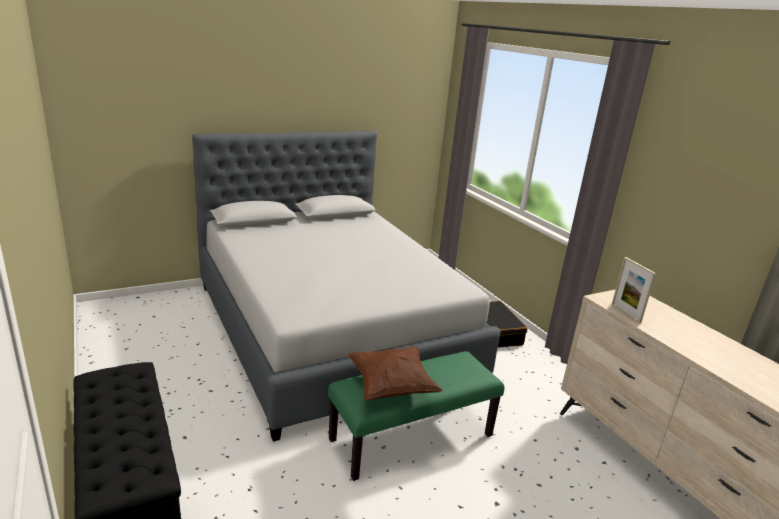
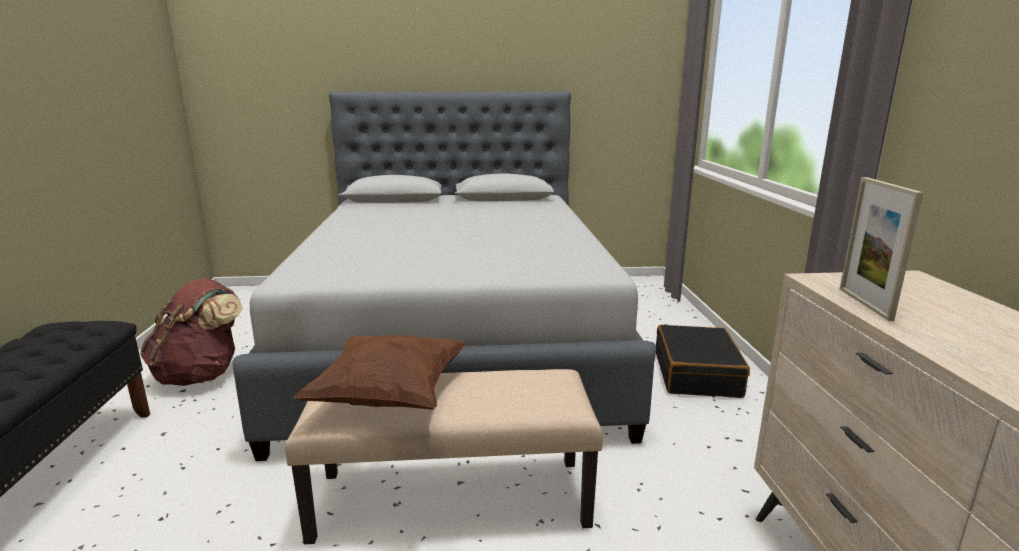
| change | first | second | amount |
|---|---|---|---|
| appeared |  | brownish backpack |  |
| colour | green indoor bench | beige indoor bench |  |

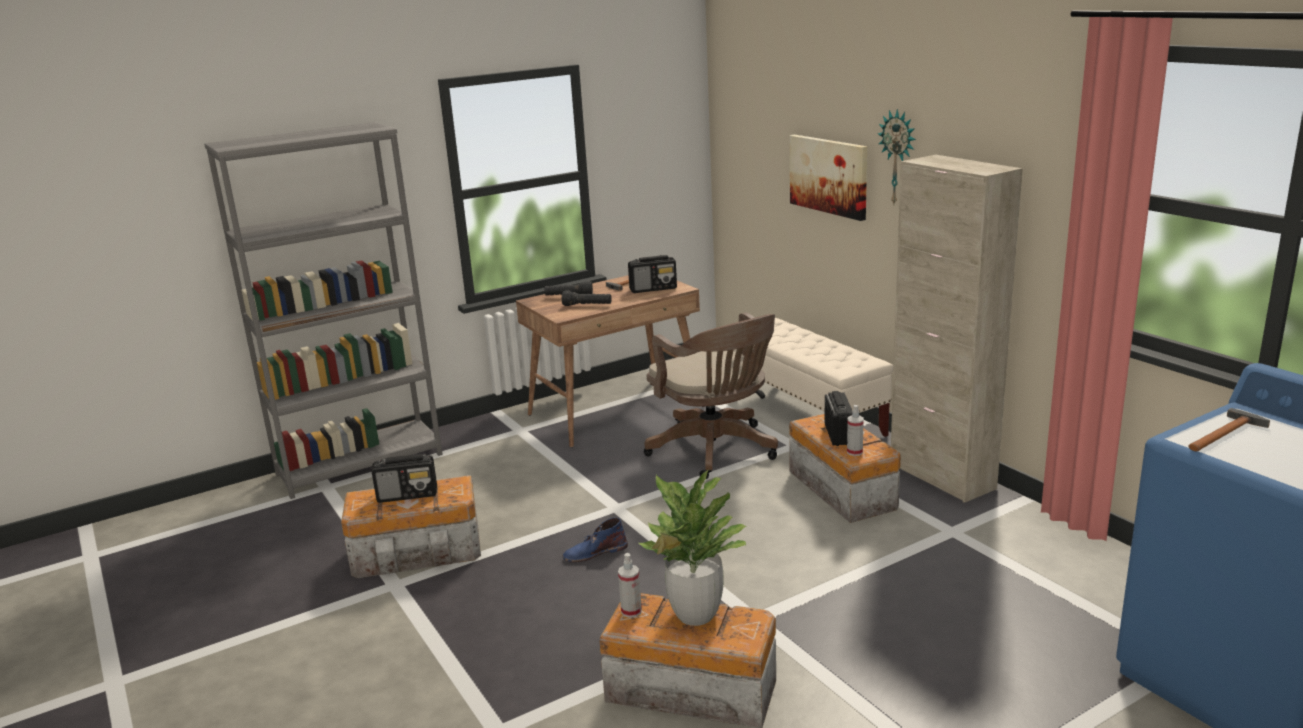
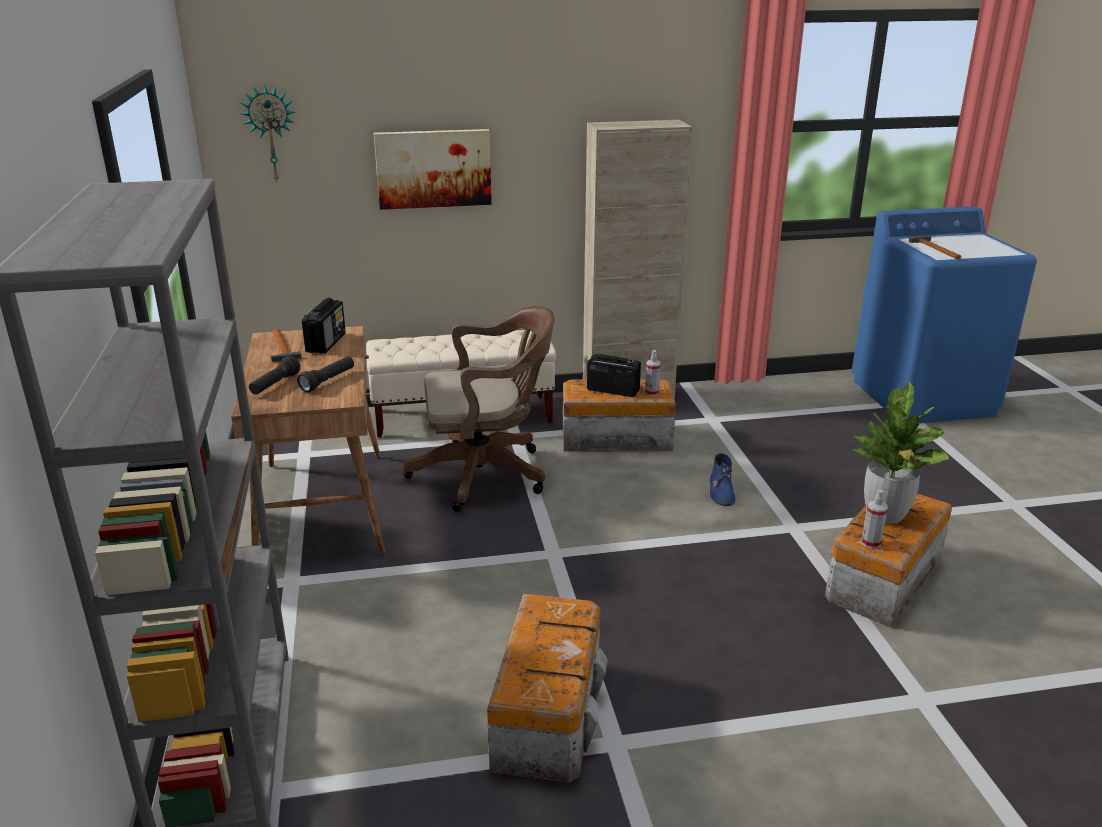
| change | first | second | amount |
|---|---|---|---|
| relocated | hanging clock |  |  |
| relocated | blue boot |  |  |
| missing | radio set (no. 1 from left) |  |  |

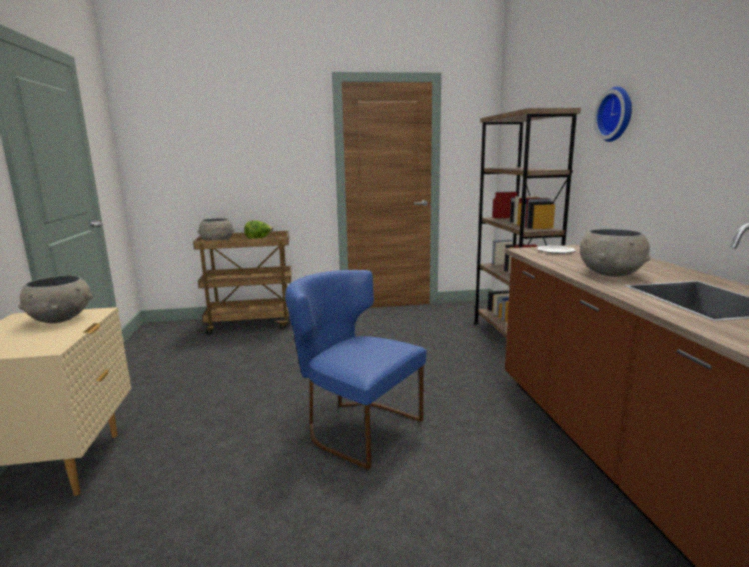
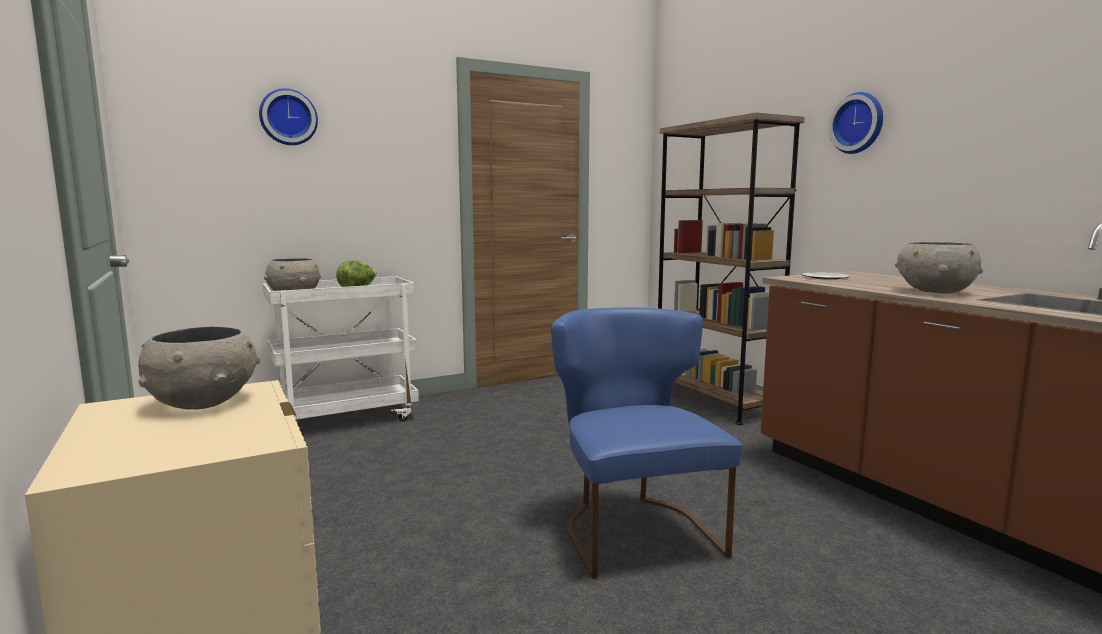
| change | first | second | amount |
|---|---|---|---|
| appeared |  | hanging clock (no. 1 from left) |  |
| colour | brownish cart | white-coloured cart |  |
| spun | blue plain chair |  | 60 degrees clockwise |

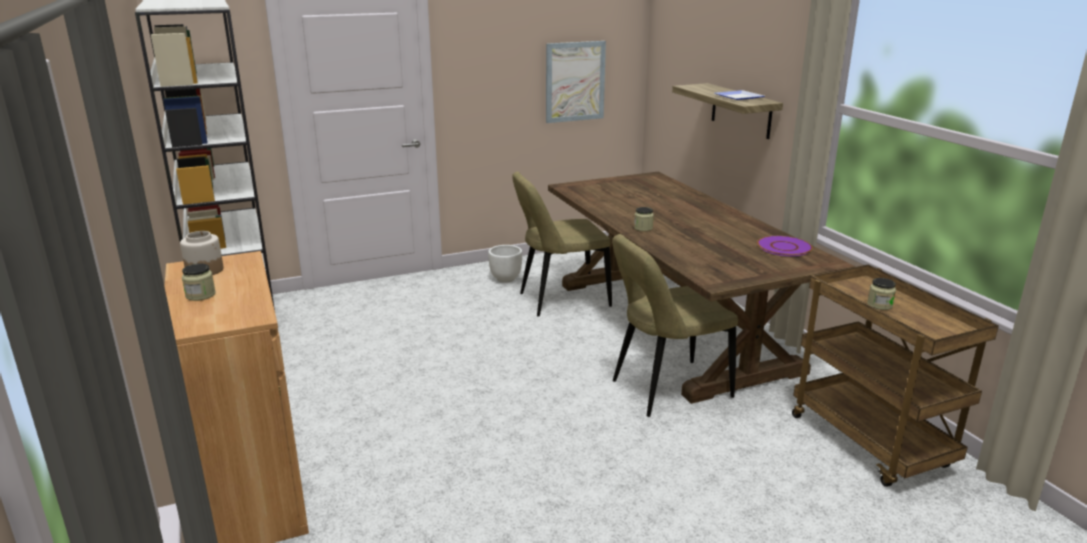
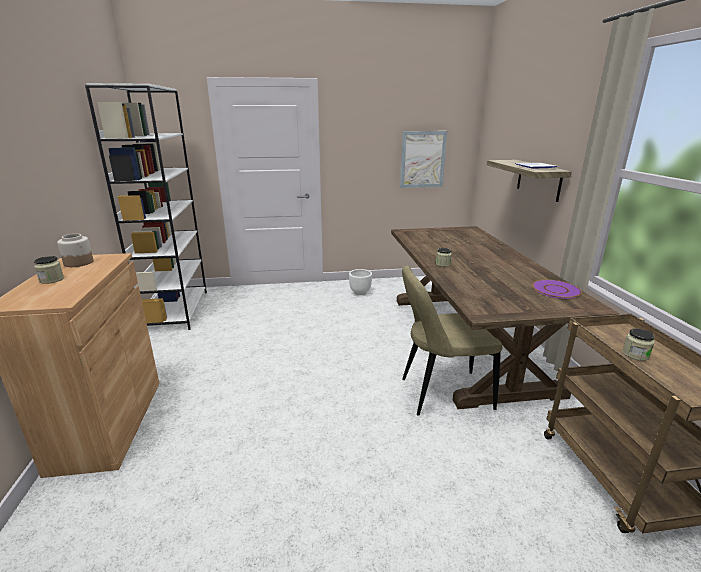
| change | first | second | amount |
|---|---|---|---|
| missing | beige plain chair (no. 1 from left) |  |  |

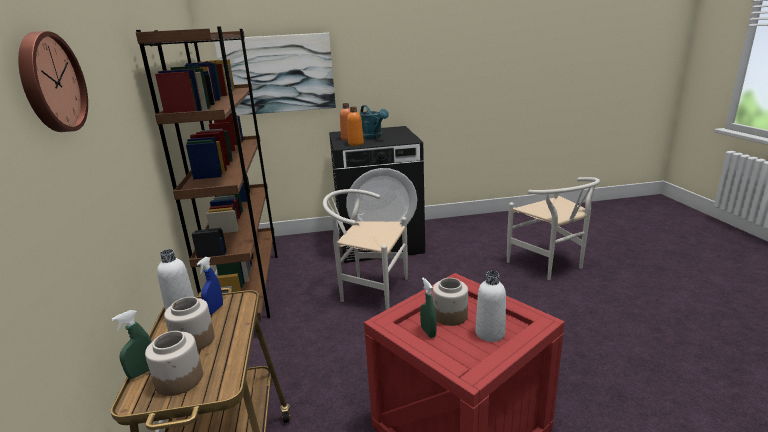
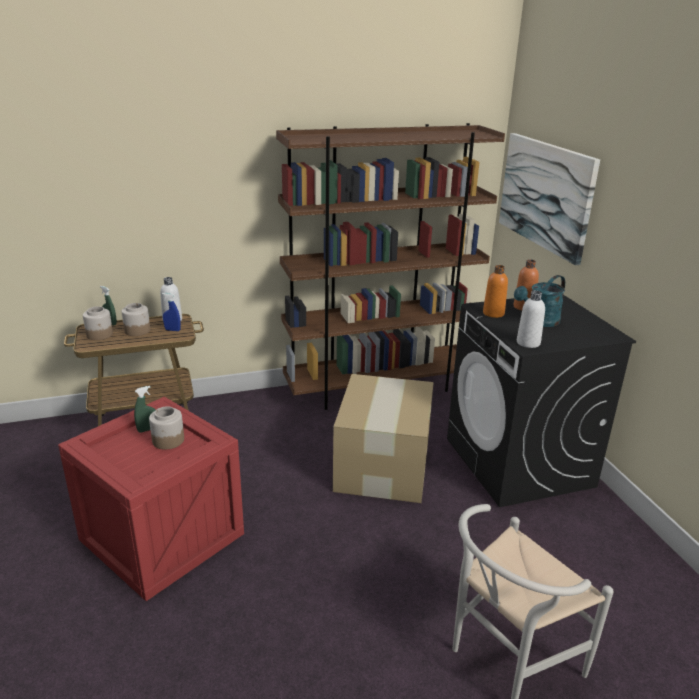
| change | first | second | amount |
|---|---|---|---|
| exchanged | white-coloured plain chair (no. 1 from left) | carton |  |
| relocated | white-coloured drink bottle (no. 2 from left) |  |  |
| missing | hanging clock |  |  |

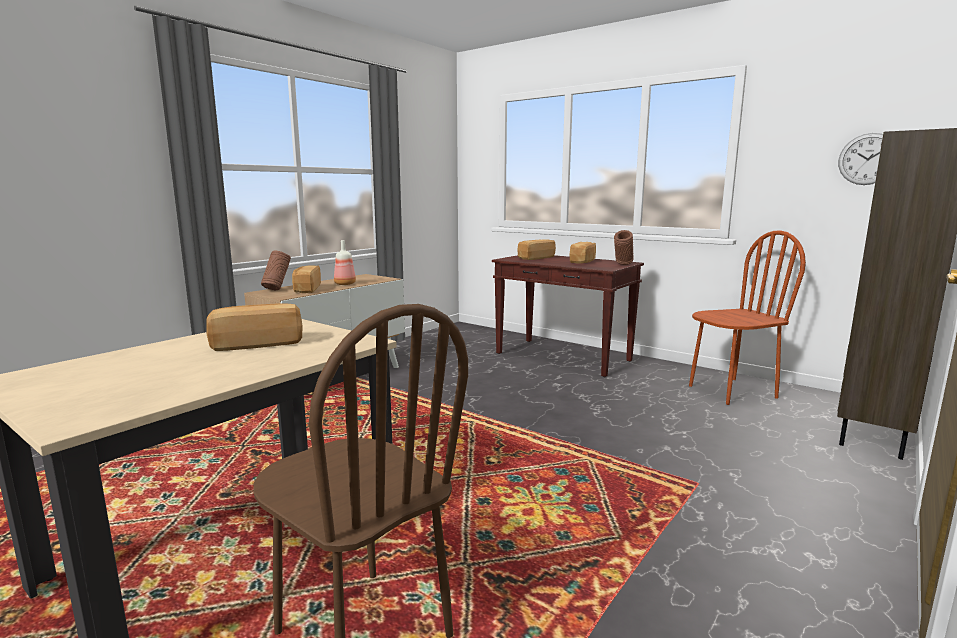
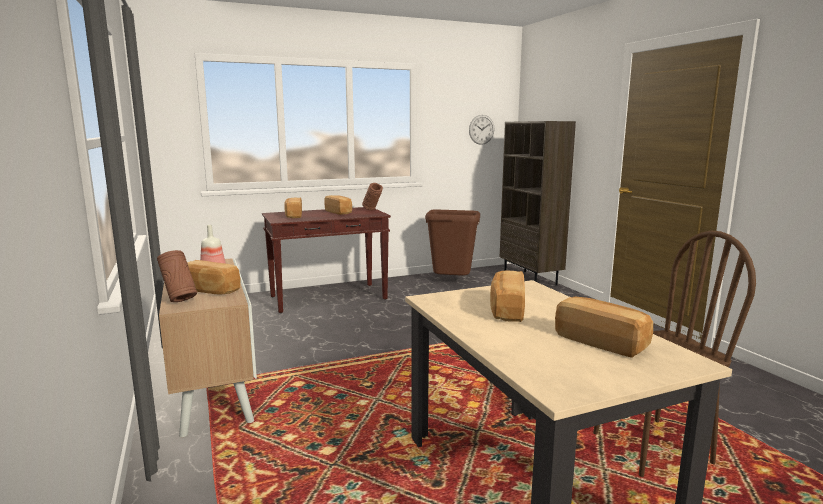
| change | first | second | amount |
|---|---|---|---|
| exchanged | brownish plain chair (no. 2 from left) | brownish rubbish bin |  |
| appeared |  | bakery bread (no. 5 from left) |  |

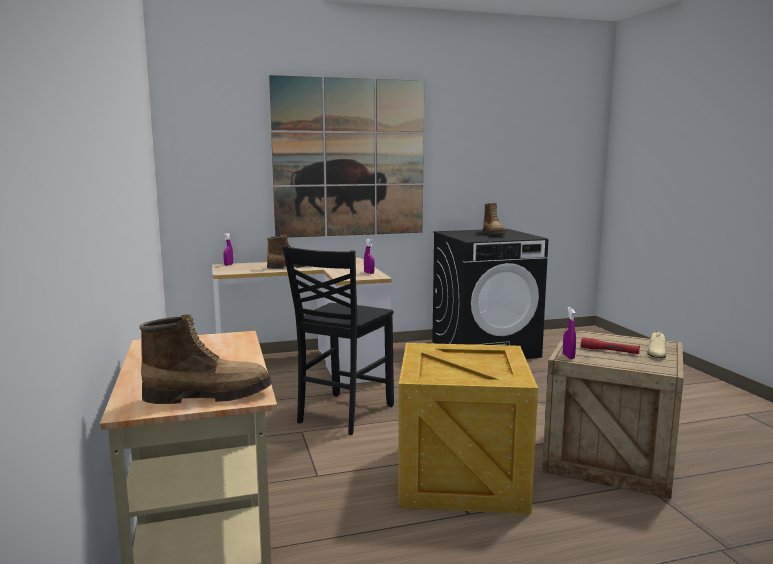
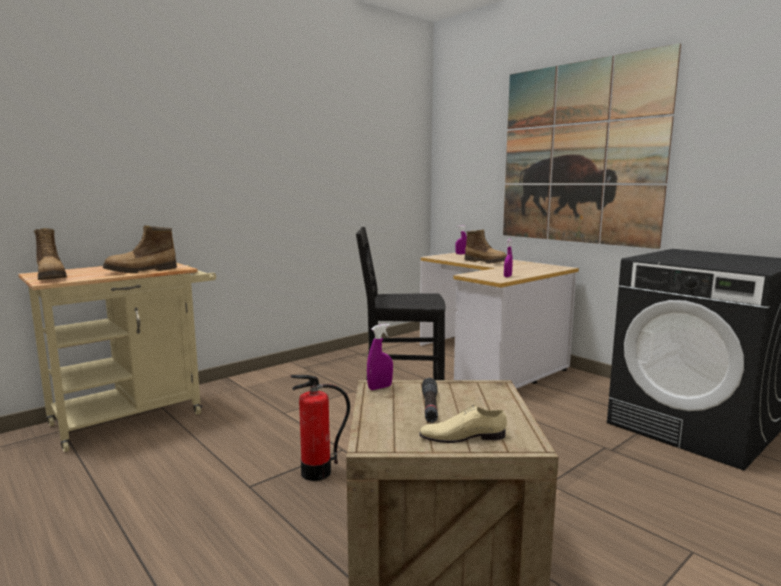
| change | first | second | amount |
|---|---|---|---|
| relocated | boot (no. 3 from left in the first image) | boot (no. 2 from left) |  |
| exchanged | crate (no. 1 from left) | extinguisher |  |
| colour | red-coloured torch | black torch |  |

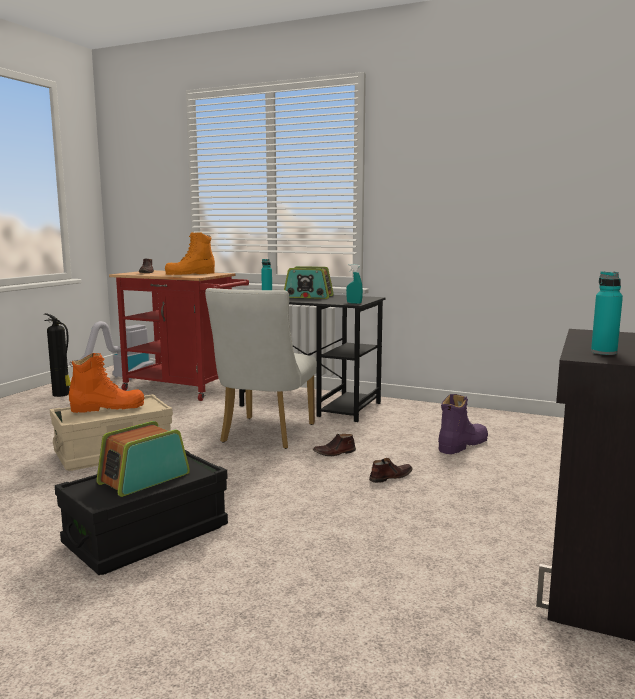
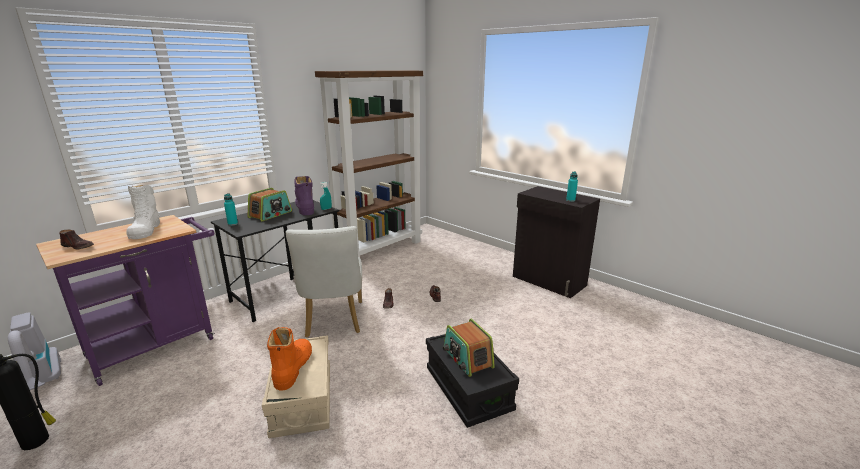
| change | first | second | amount |
|---|---|---|---|
| colour | red-coloured cart | purple cart |  |
| colour | orangey boot (no. 2 from left) | white-coloured boot |  |
| spun | white-coloured plain chair |  | 45 degrees clockwise |
| relocated | purple boot |  |  |
| appeared |  | brownish bookcase |  |

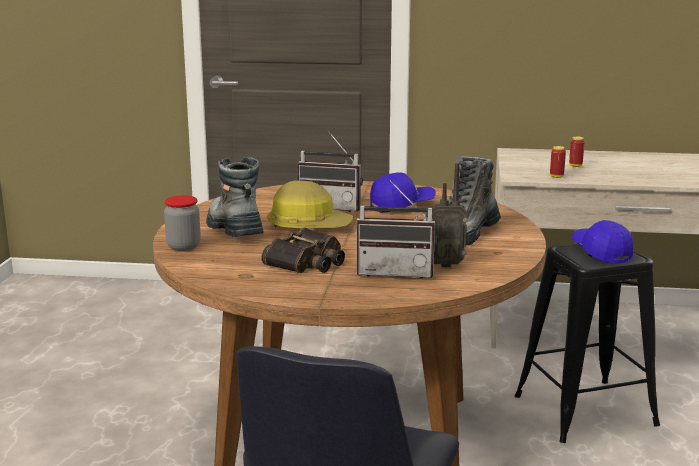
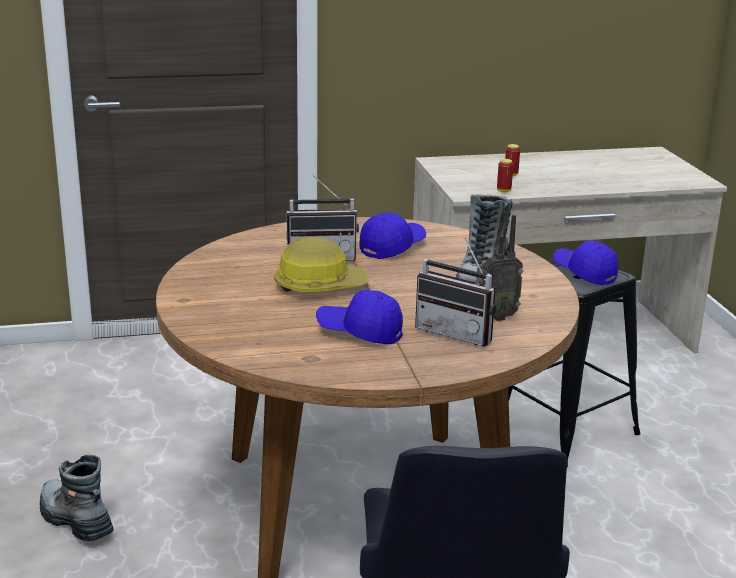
| change | first | second | amount |
|---|---|---|---|
| relocated | boot (no. 1 from left) |  |  |
| exchanged | field glasses | blue baseball cap (no. 1 from left) |  |
| spun | radio set (no. 2 from left) |  | 45 degrees clockwise |
| missing | jar |  |  |

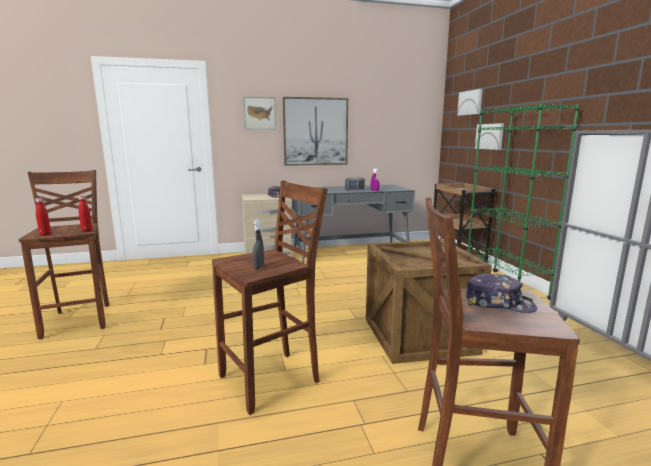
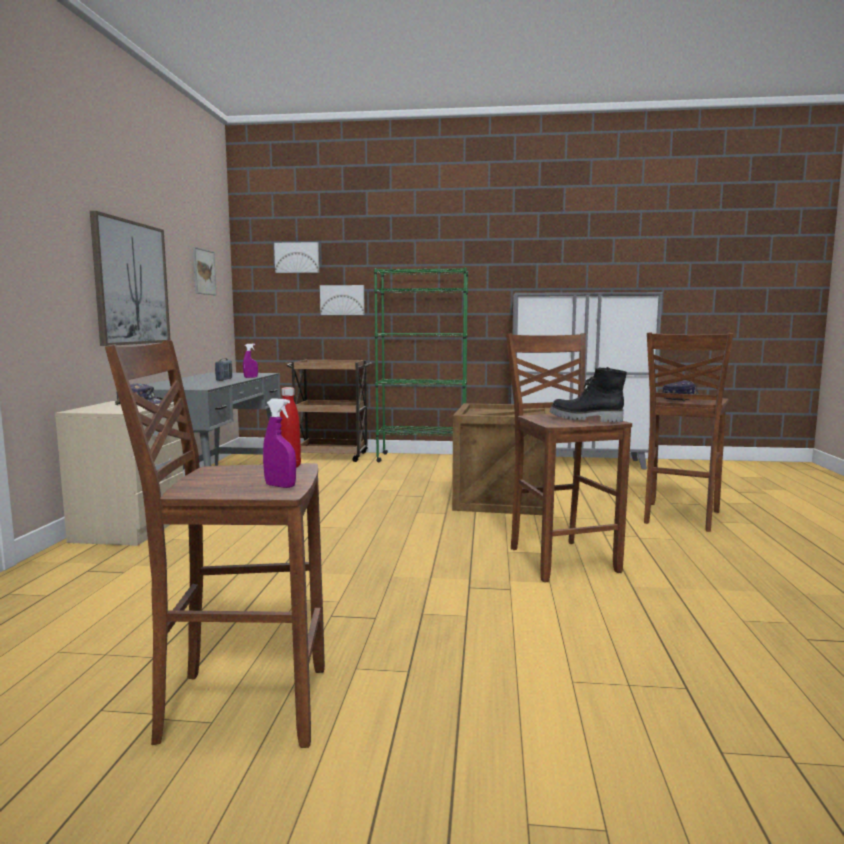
| change | first | second | amount |
|---|---|---|---|
| relocated | picture (no. 1 from left in the first image) | picture (no. 2 from left) |  |
| exchanged | red-coloured drink bottle (no. 1 from left) | purple spray bottle (no. 2 from left) |  |
| exchanged | greyish spray bottle | black boot |  |

